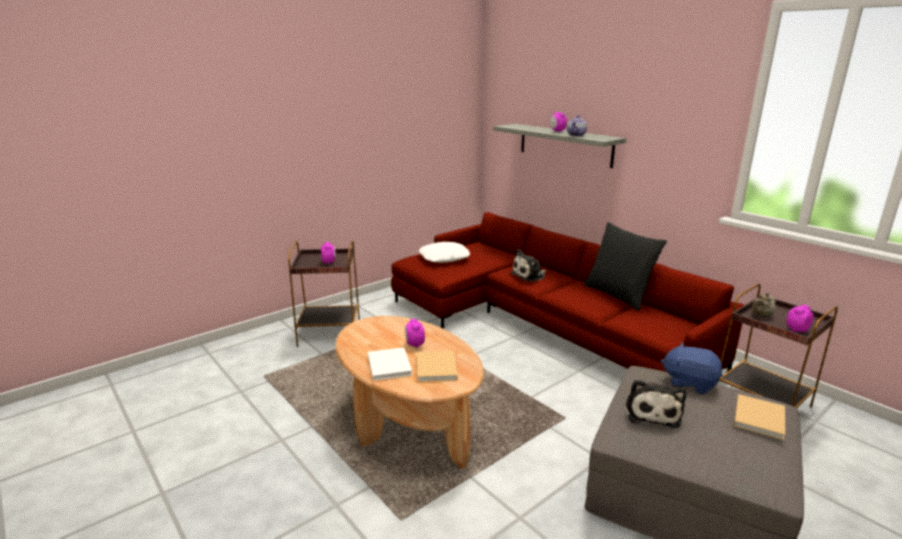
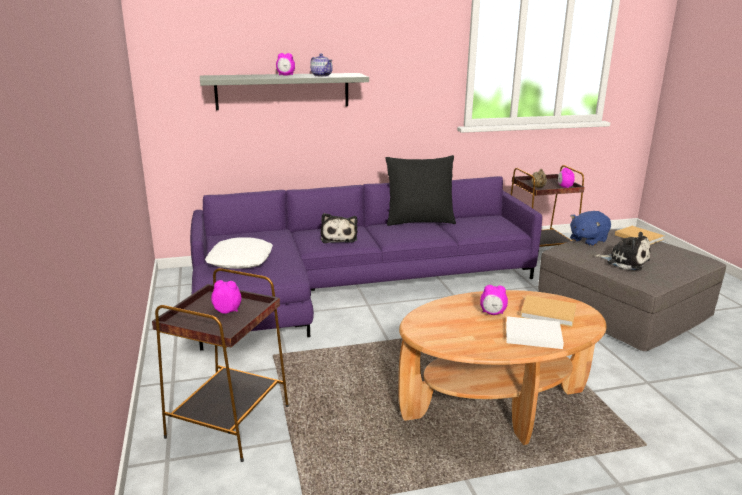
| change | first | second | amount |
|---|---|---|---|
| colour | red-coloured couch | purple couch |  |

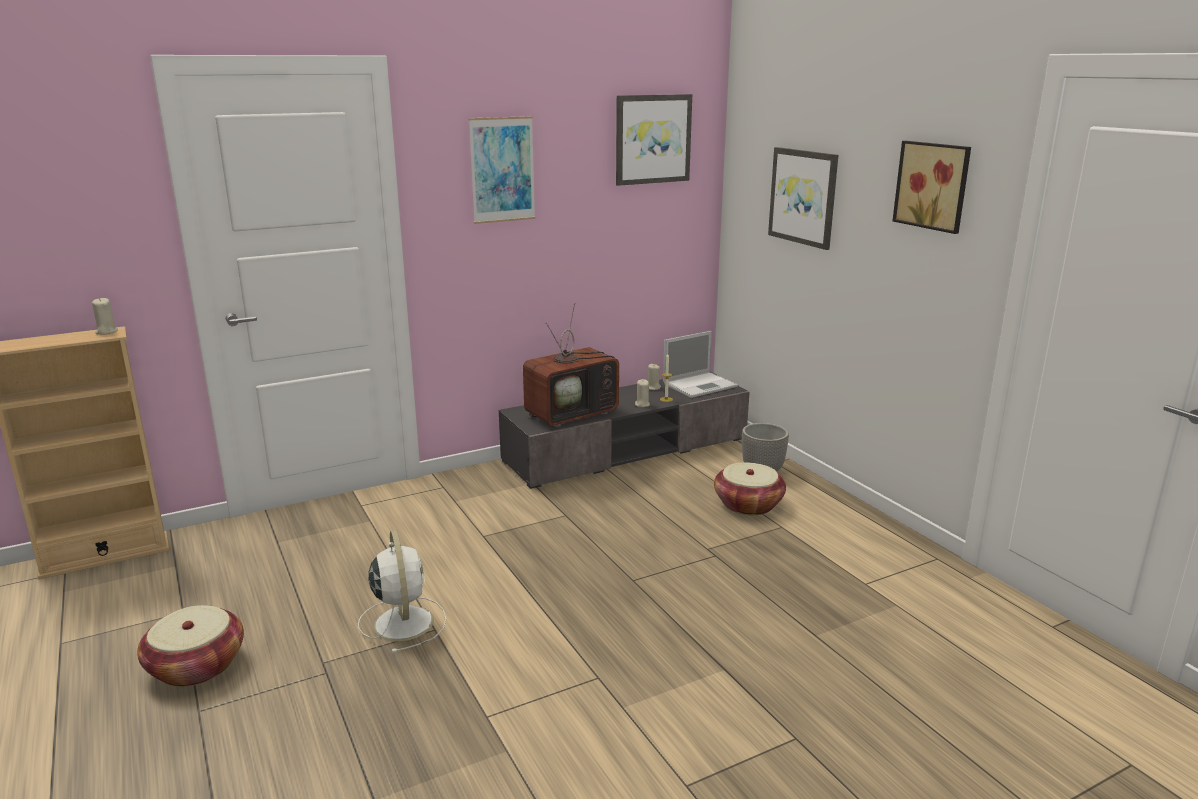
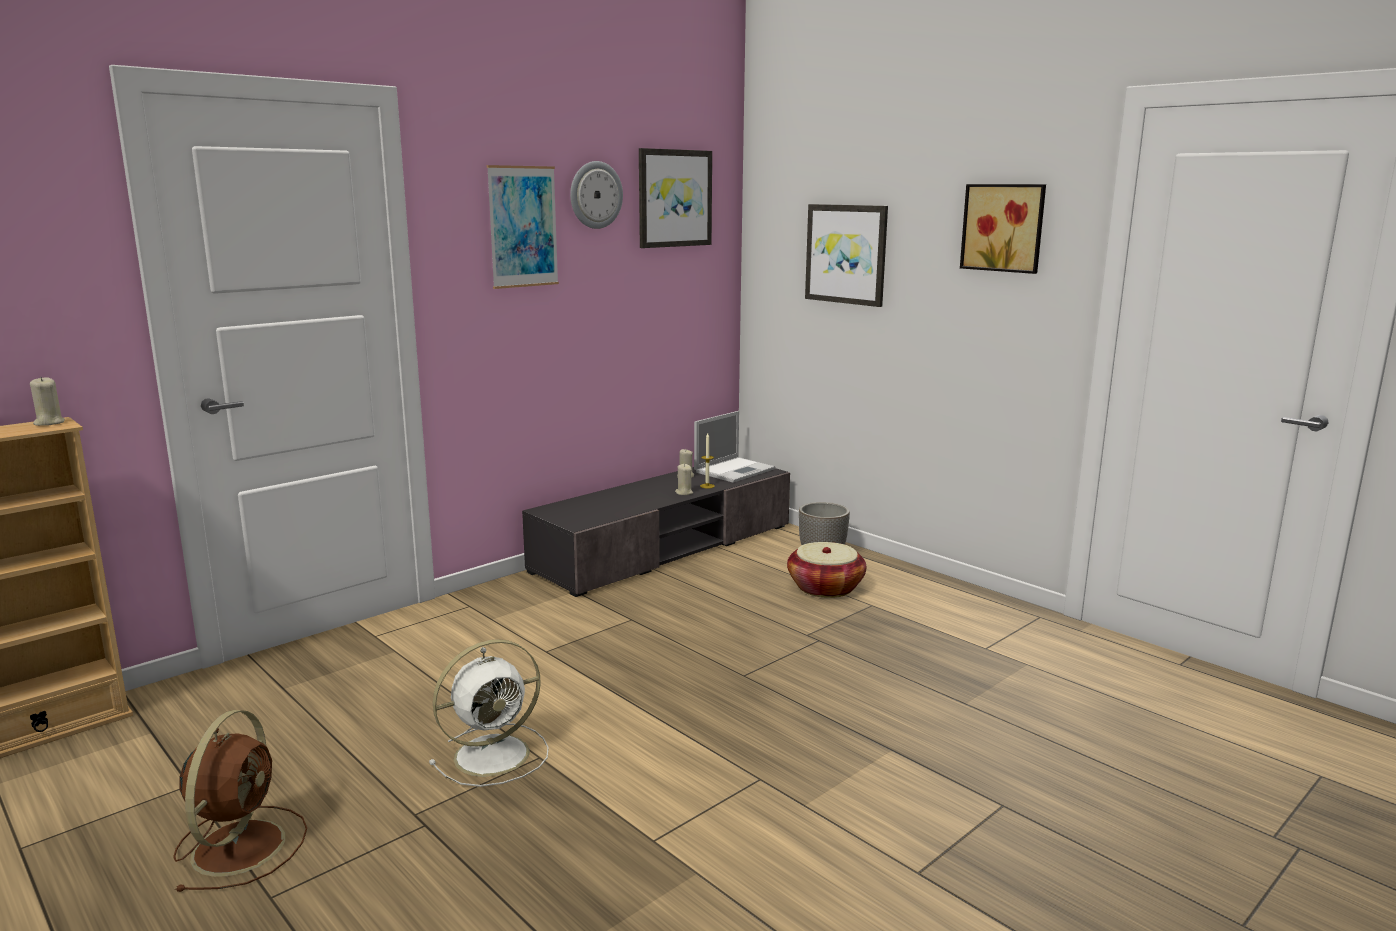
| change | first | second | amount |
|---|---|---|---|
| exchanged | basket (no. 1 from left) | brownish fan |  |
| spun | white-coloured fan |  | 90 degrees clockwise |
| appeared |  | hanging clock |  |
| missing | TV |  |  |

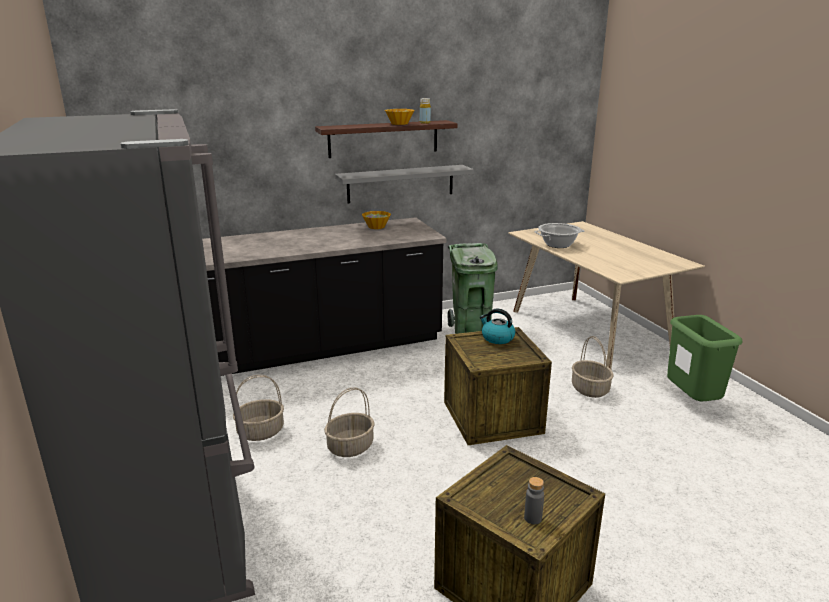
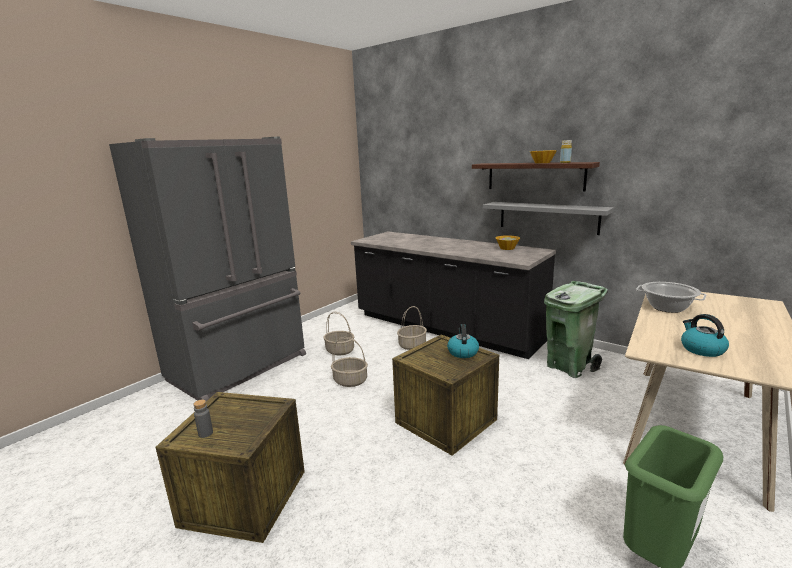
| change | first | second | amount |
|---|---|---|---|
| relocated | basket (no. 3 from left) |  |  |
| appeared |  | kettle (no. 2 from left) |  |

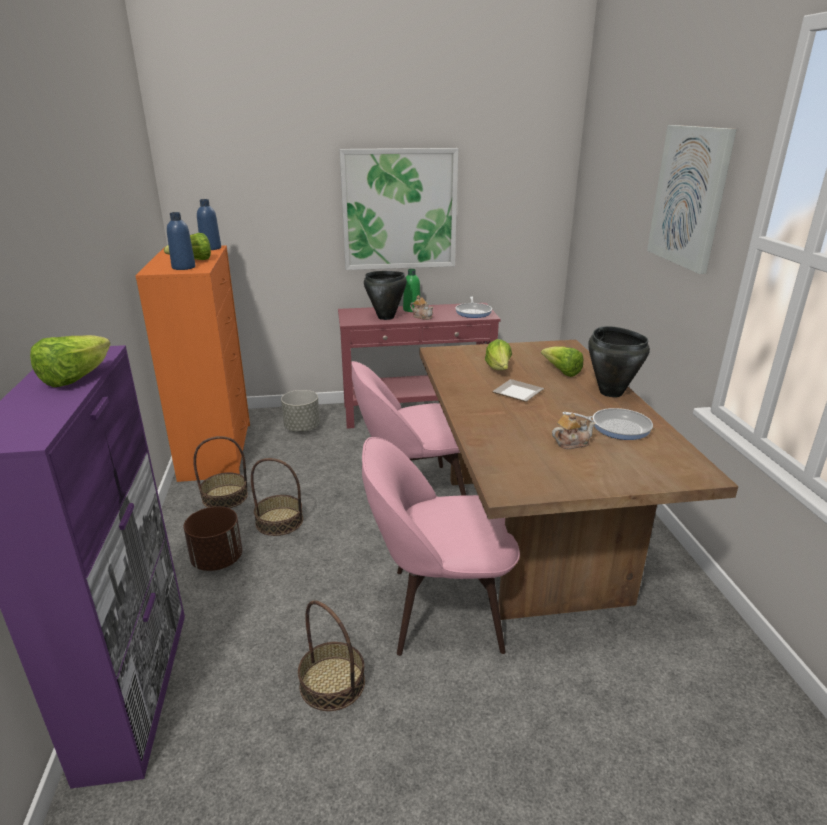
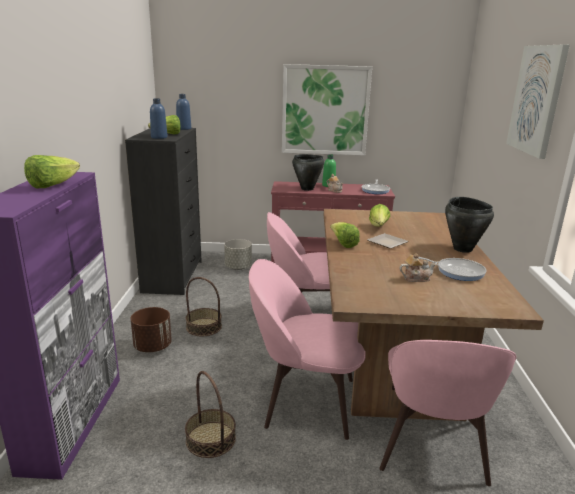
| change | first | second | amount |
|---|---|---|---|
| colour | orangey drawer chest | black drawer chest |  |
| relocated | lettuce head (no. 4 from left in the first image) | lettuce head (no. 3 from left) |  |
| appeared |  | pink plain chair (no. 3 from left) |  |
| missing | basket (no. 1 from left) |  |  |

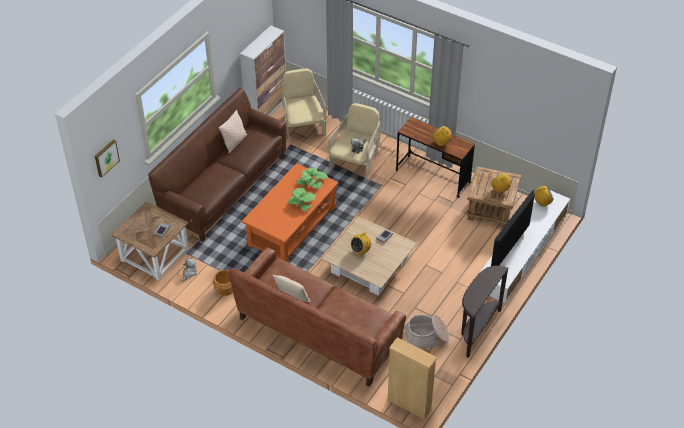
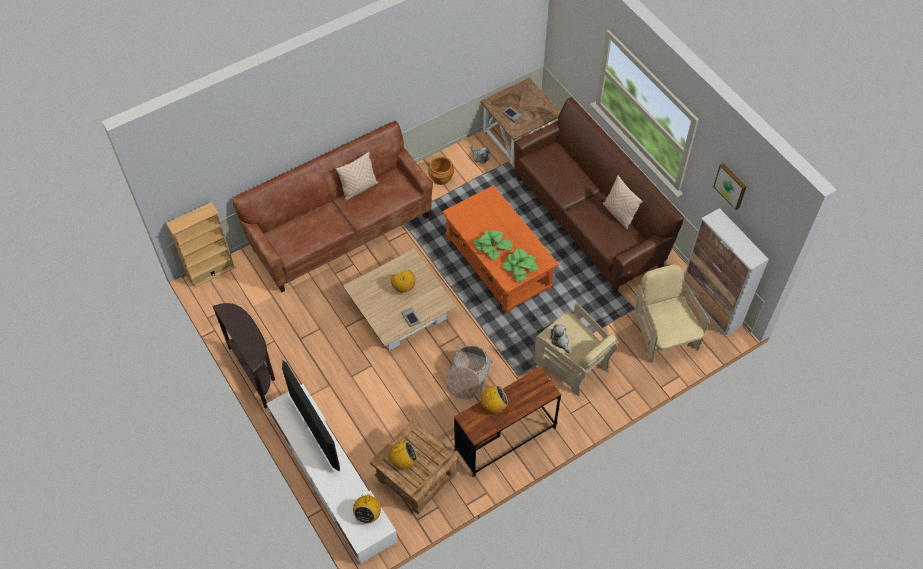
| change | first | second | amount |
|---|---|---|---|
| relocated | basket |  |  |
| spun | beige lounge chair (no. 1 from left in the first image) | beige lounge chair (no. 2 from left) | 120 degrees counterclockwise |
| relocated | picture |  |  |

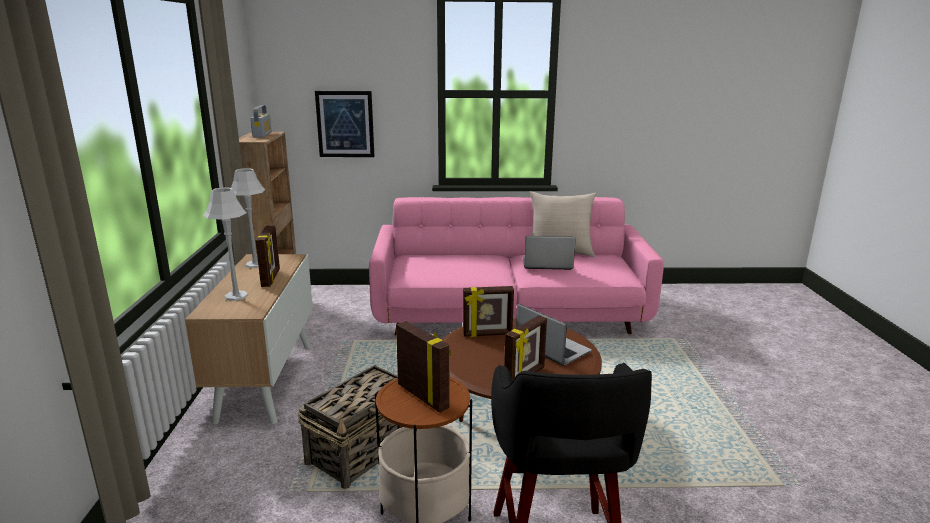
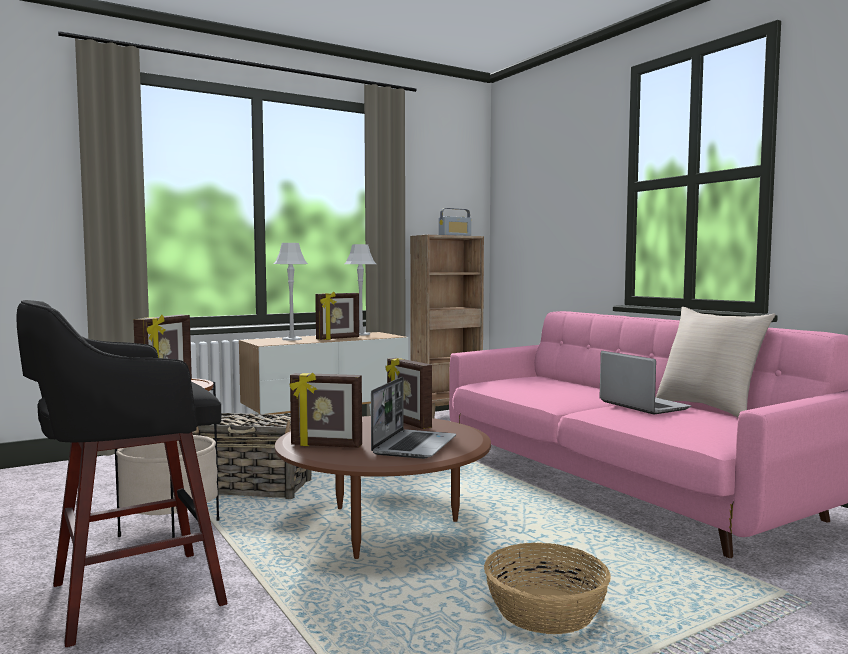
| change | first | second | amount |
|---|---|---|---|
| appeared |  | basket (no. 2 from left) |  |
| missing | picture |  |  |

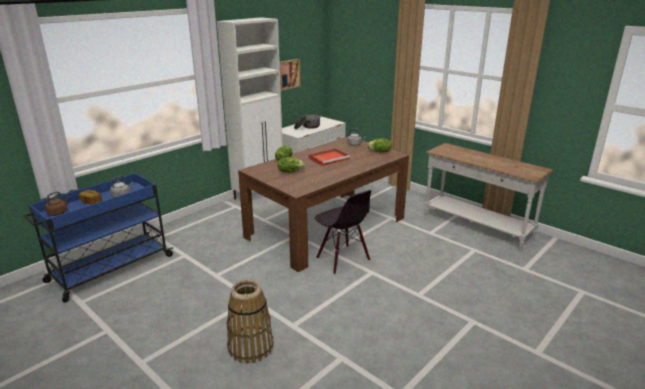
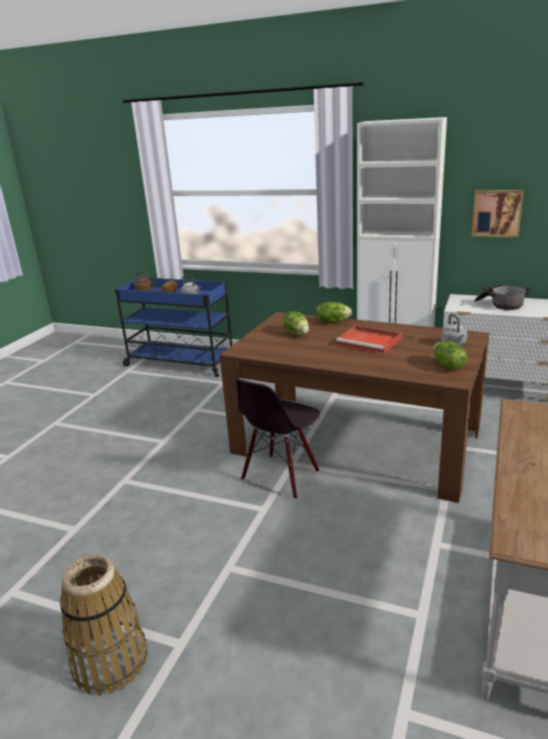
| change | first | second | amount |
|---|---|---|---|
| relocated | basket |  |  |

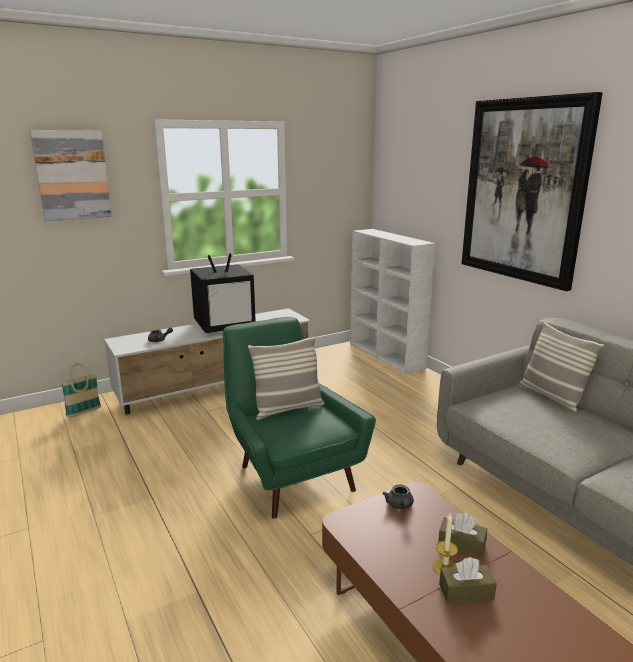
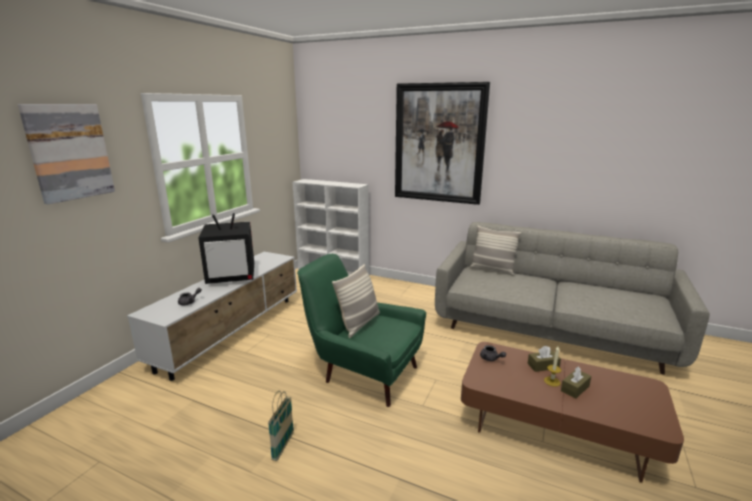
| change | first | second | amount |
|---|---|---|---|
| spun | TV |  | 45 degrees clockwise |
| relocated | basket |  |  |

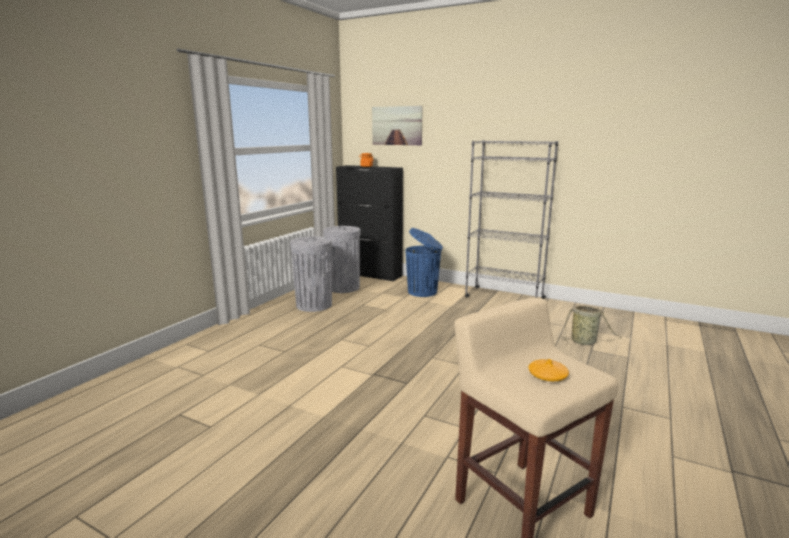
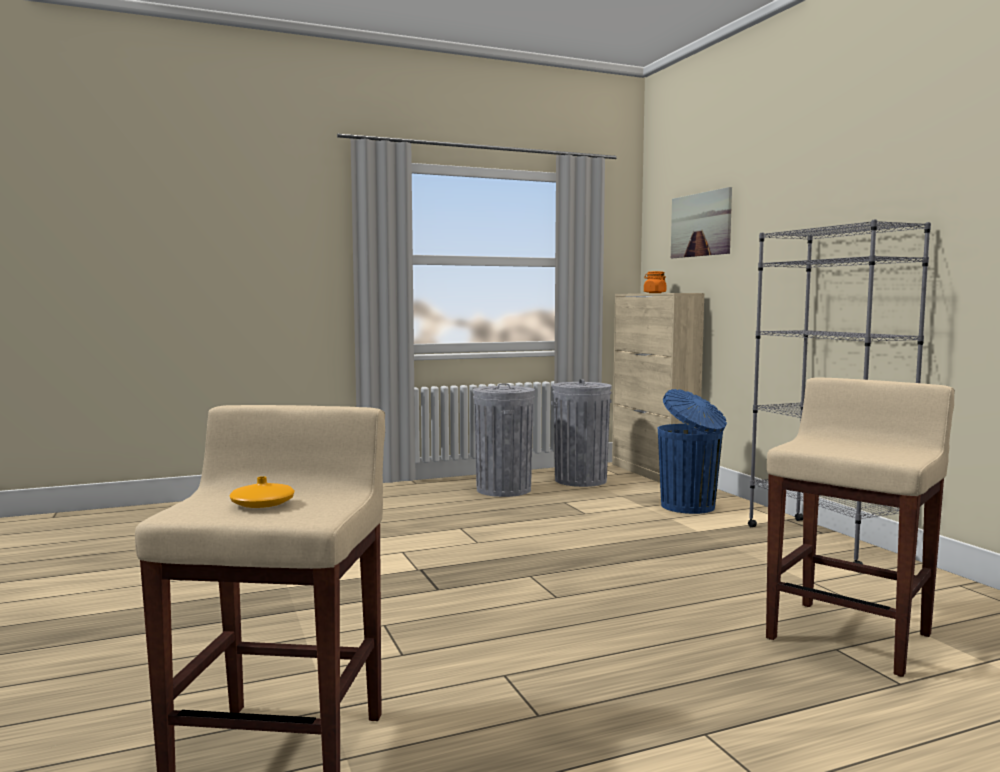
| change | first | second | amount |
|---|---|---|---|
| colour | black cupboard | beige cupboard |  |
| exchanged | basket | beige stool (no. 2 from left) |  |

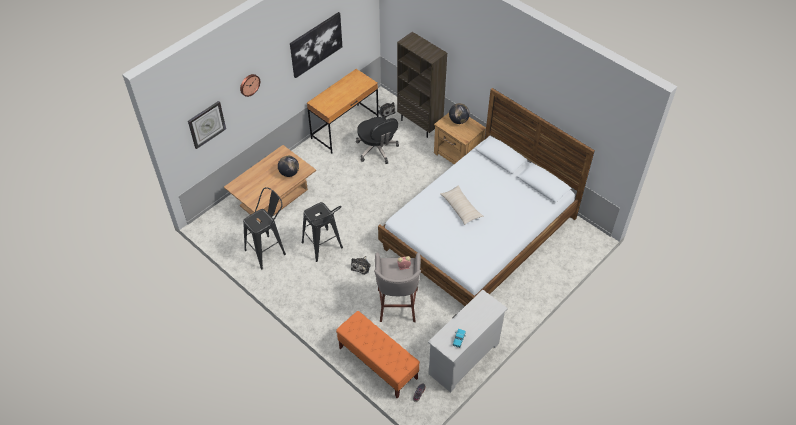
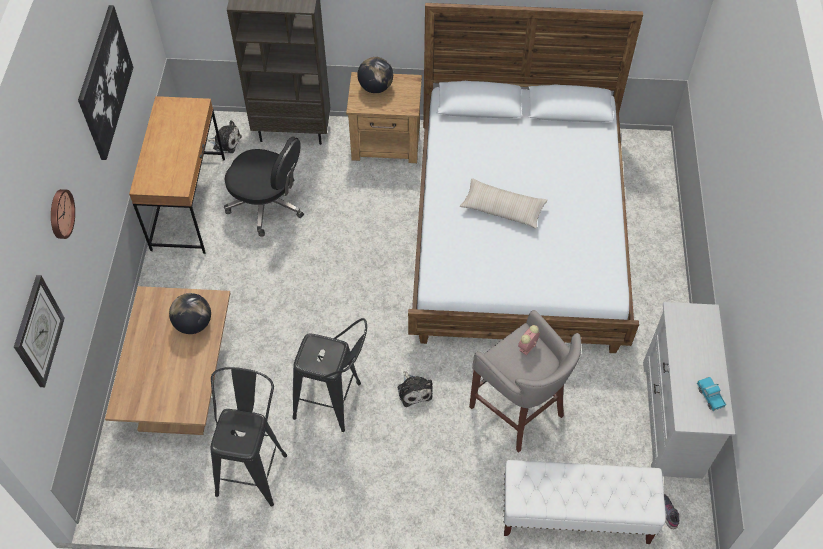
| change | first | second | amount |
|---|---|---|---|
| colour | orangey indoor bench | white-coloured indoor bench |  |

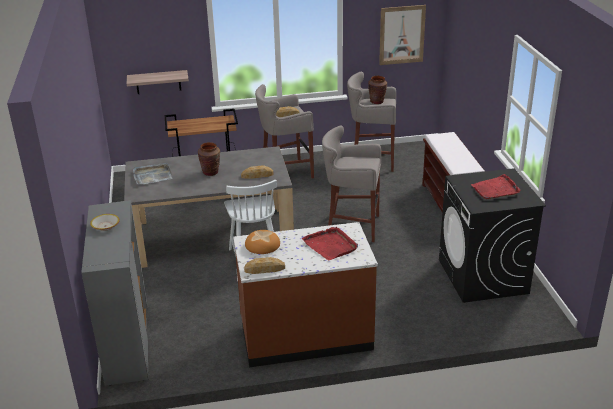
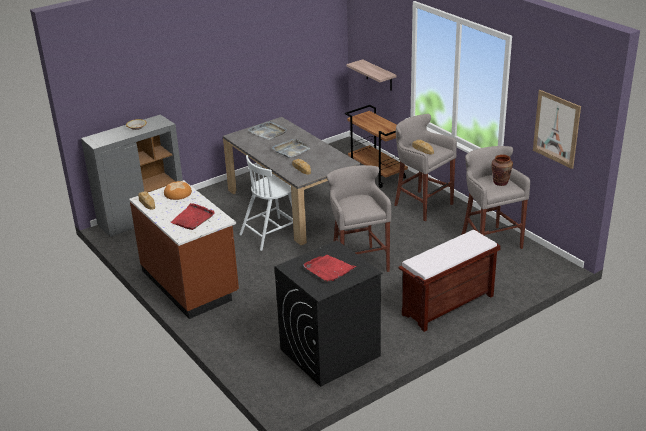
| change | first | second | amount |
|---|---|---|---|
| exchanged | brownish flower vase (no. 1 from left) | greyish serving tray (no. 2 from left) |  |

